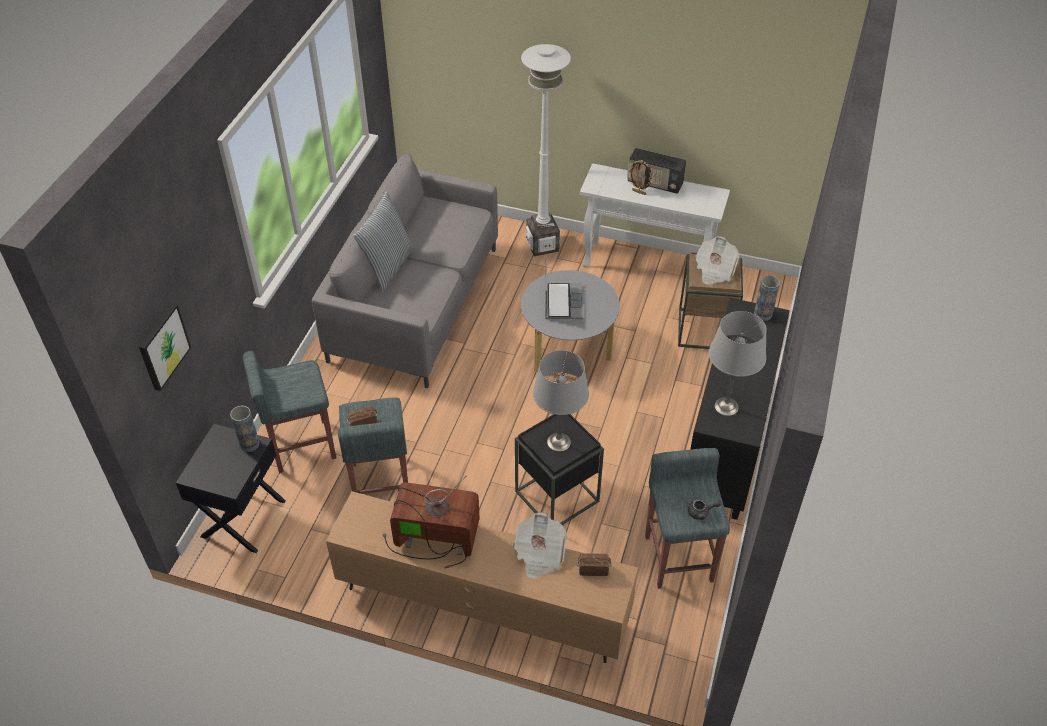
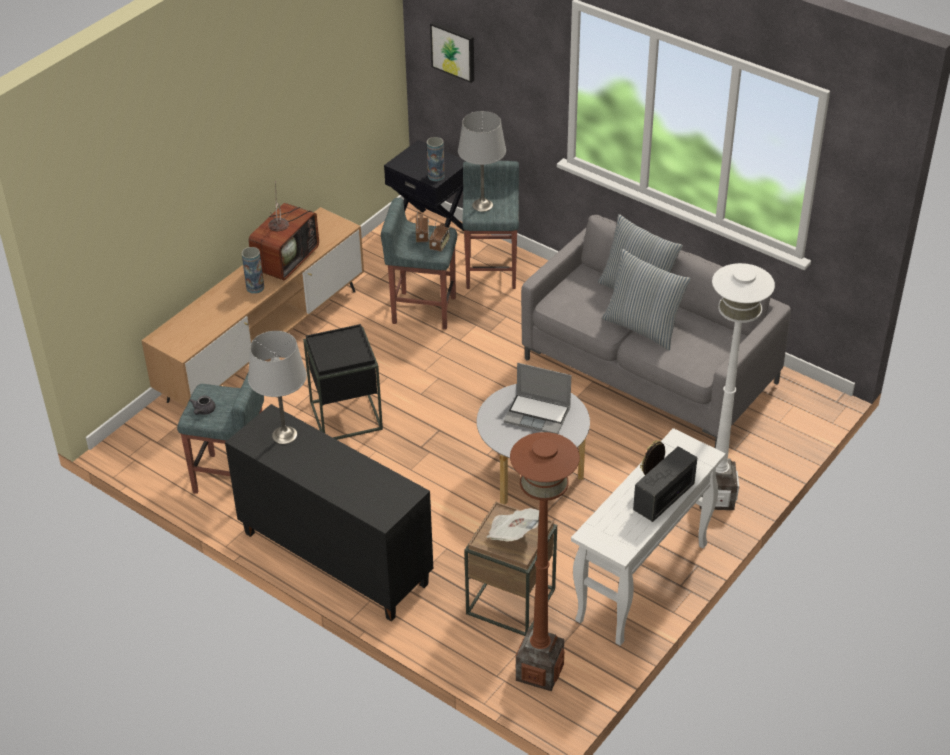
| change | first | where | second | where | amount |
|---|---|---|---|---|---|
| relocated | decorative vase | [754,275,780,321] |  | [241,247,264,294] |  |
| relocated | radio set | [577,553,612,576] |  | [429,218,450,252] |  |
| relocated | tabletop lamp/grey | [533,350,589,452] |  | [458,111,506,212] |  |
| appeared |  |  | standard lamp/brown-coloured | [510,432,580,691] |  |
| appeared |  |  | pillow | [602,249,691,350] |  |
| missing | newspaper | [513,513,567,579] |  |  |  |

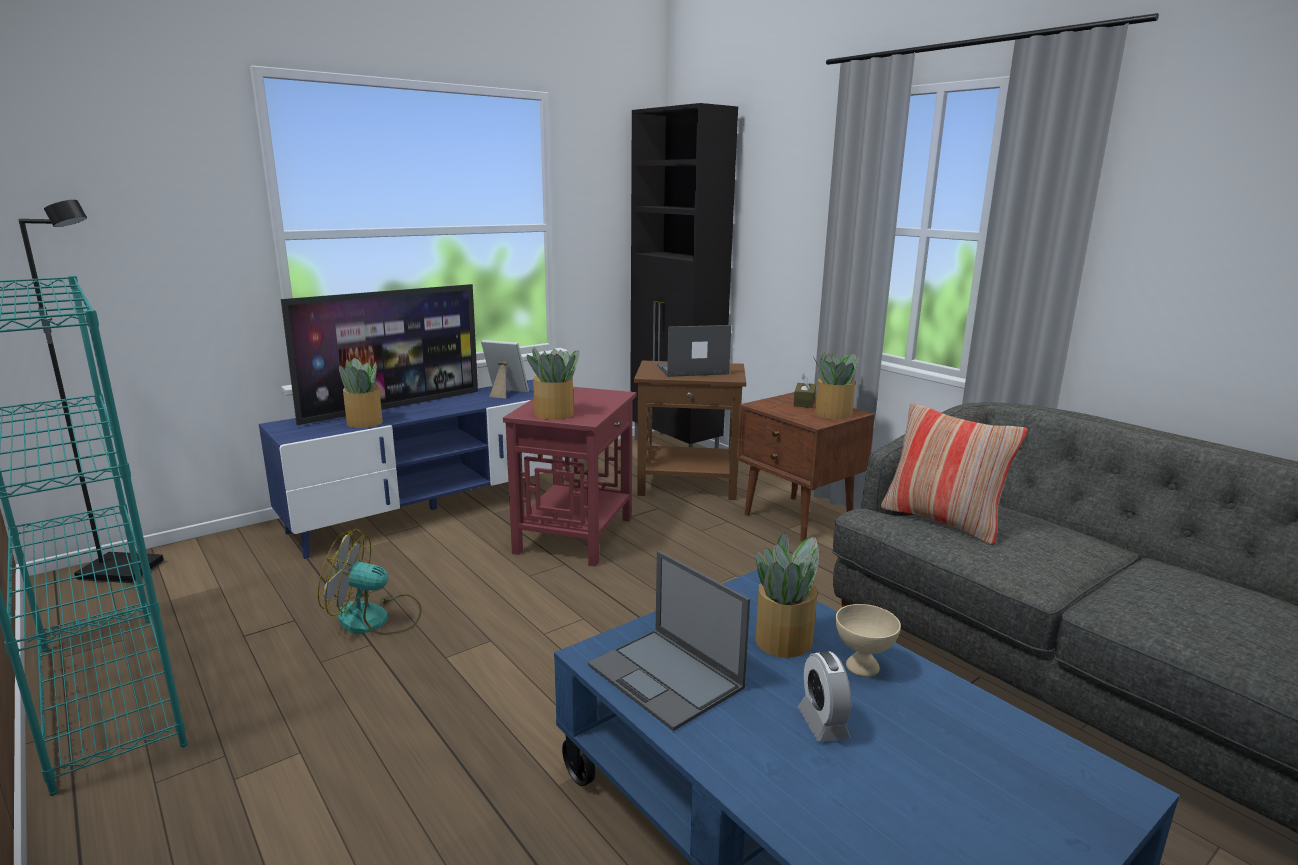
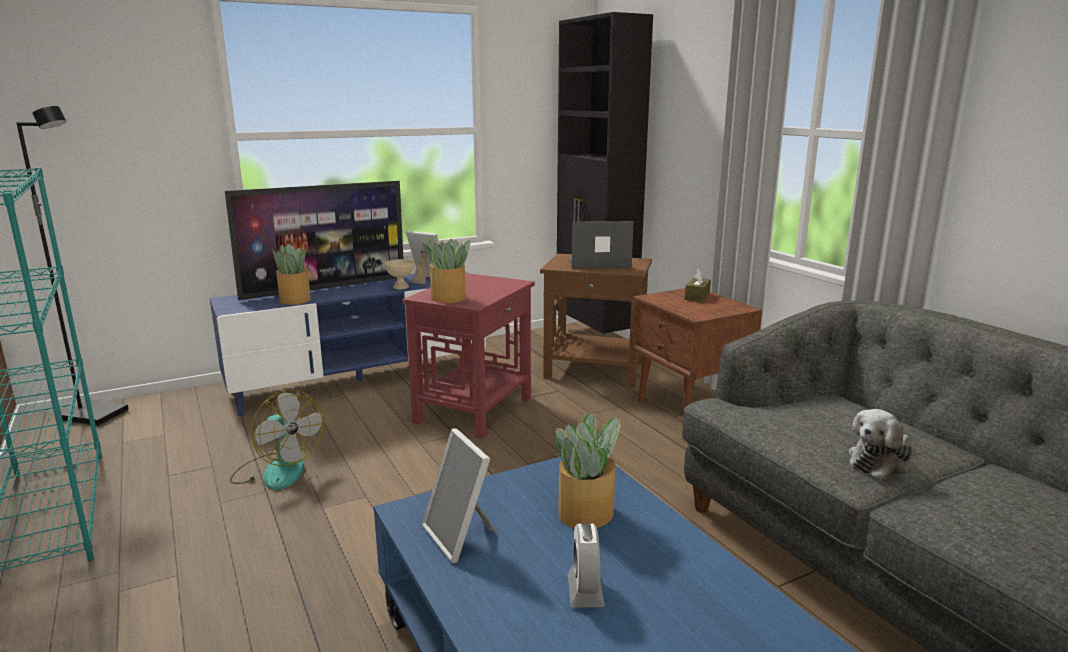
| change | first | where | second | where | amount |
|---|---|---|---|---|---|
| spun | cooling fan | [318,529,422,635] |  | [229,390,323,490] | 150 degrees counterclockwise |
| relocated | deep dish/beige-coloured | [836,604,901,677] |  | [385,259,415,289] |  |
| exchanged | laptop | [588,551,750,731] | photo frame | [422,428,497,563] |  |
| appeared |  |  | plush toy | [849,409,913,479] |  |
| missing | potted plant | [813,353,859,419] |  |  |  |
| missing | pillow | [881,403,1028,545] |  |  |  |

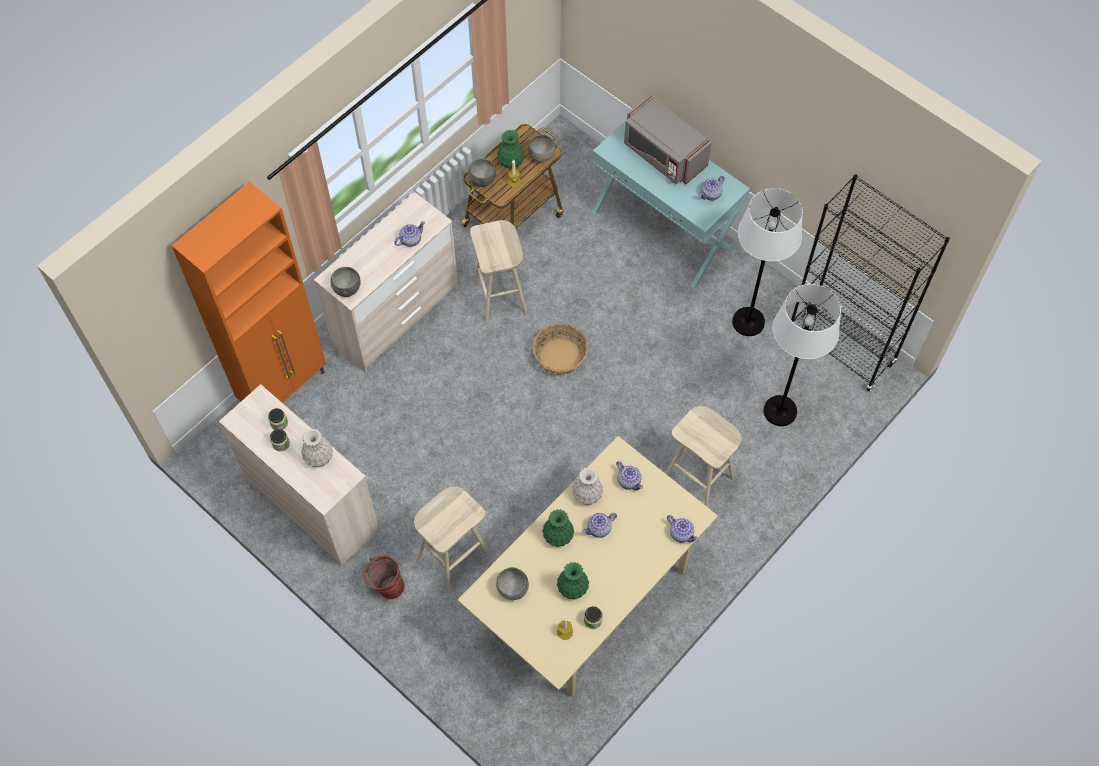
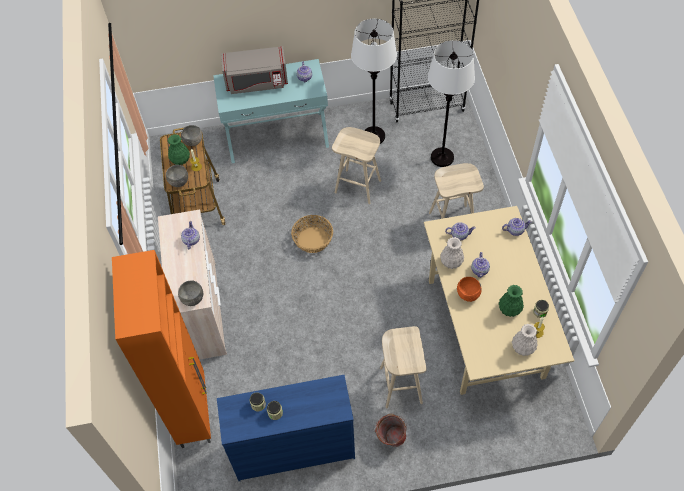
| change | first | where | second | where | amount |
|---|---|---|---|---|---|
| colour | chest of drawers/beige-coloured | [219,384,379,566] | chest of drawers/blue | [217,375,355,481] |  |
| relocated | sitting stool/beige-coloured | [470,220,527,322] |  | [332,127,381,204] |  |
| exchanged | decorative vase/greenish | [542,509,574,547] | deep dish/orange | [457,277,482,302] |  |
| relocated | decorative vase/whitish | [301,428,333,468] |  | [512,324,538,356] |  |
| missing | deep dish/grey | [496,567,529,600] |  |  |  |

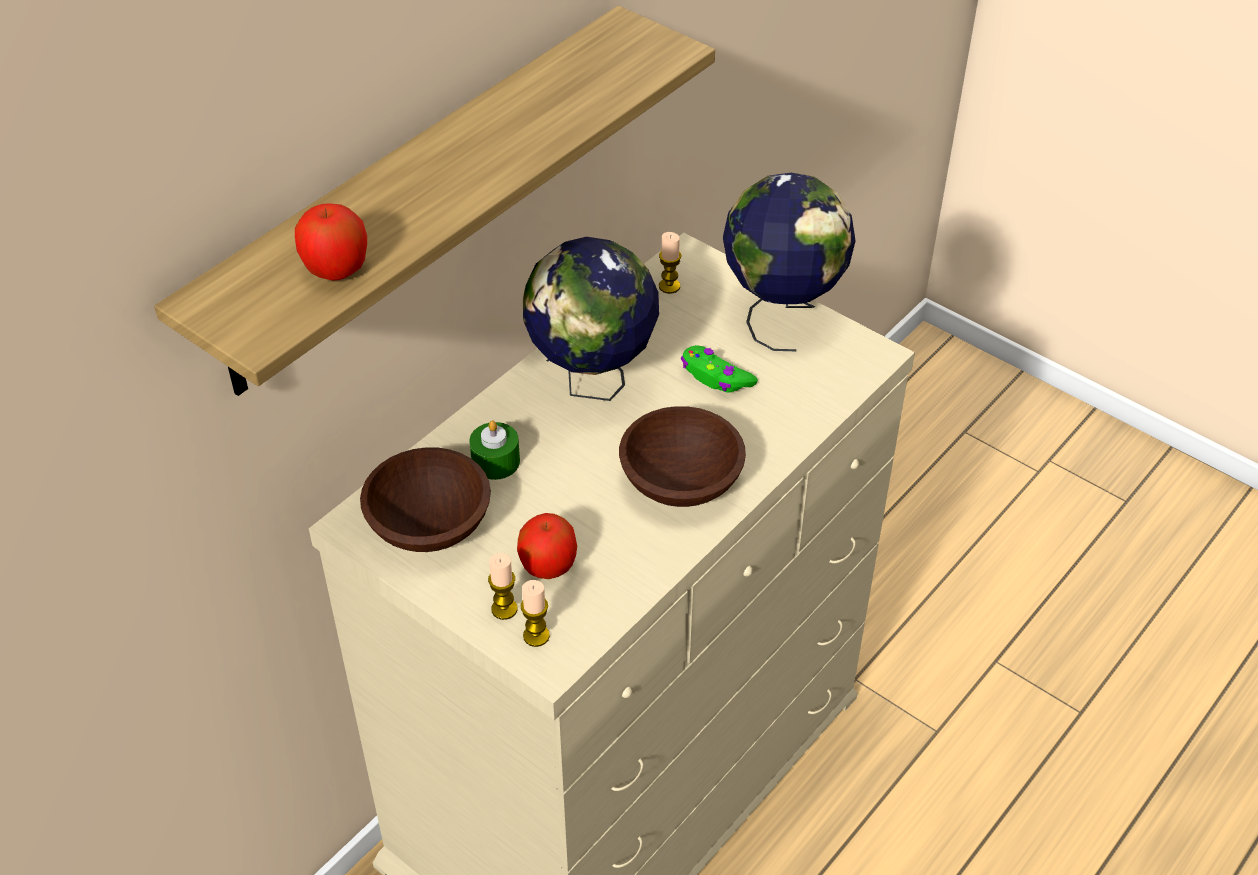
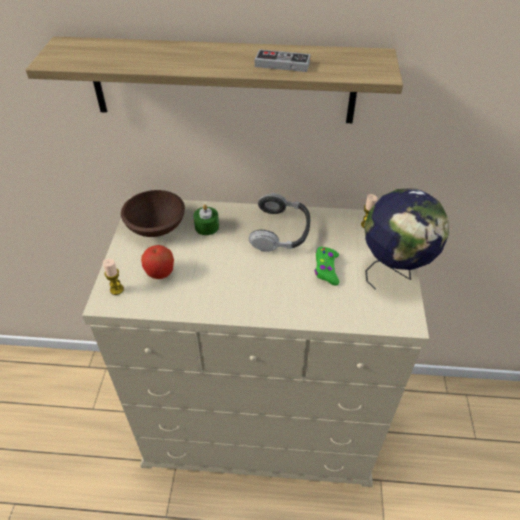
| change | first | where | second | where | amount |
|---|---|---|---|---|---|
| exchanged | globe | [523,237,659,401] | pair of headphones | [249,193,310,252] |  |
| appeared |  |  | joypad | [255,49,311,72] |  |
| missing | apple | [295,203,367,280] |  |  |  |
| missing | wax light | [488,553,517,620] |  |  |  |
| missing | deep dish/brown-coloured | [619,406,746,507] |  |  |  |

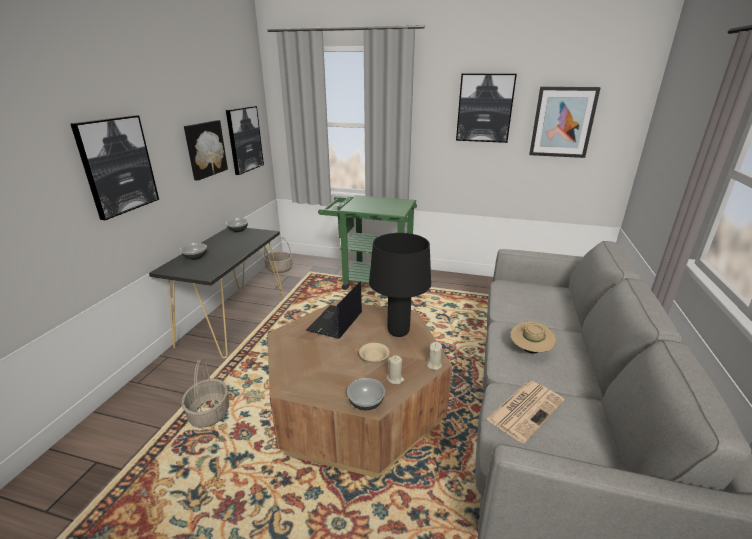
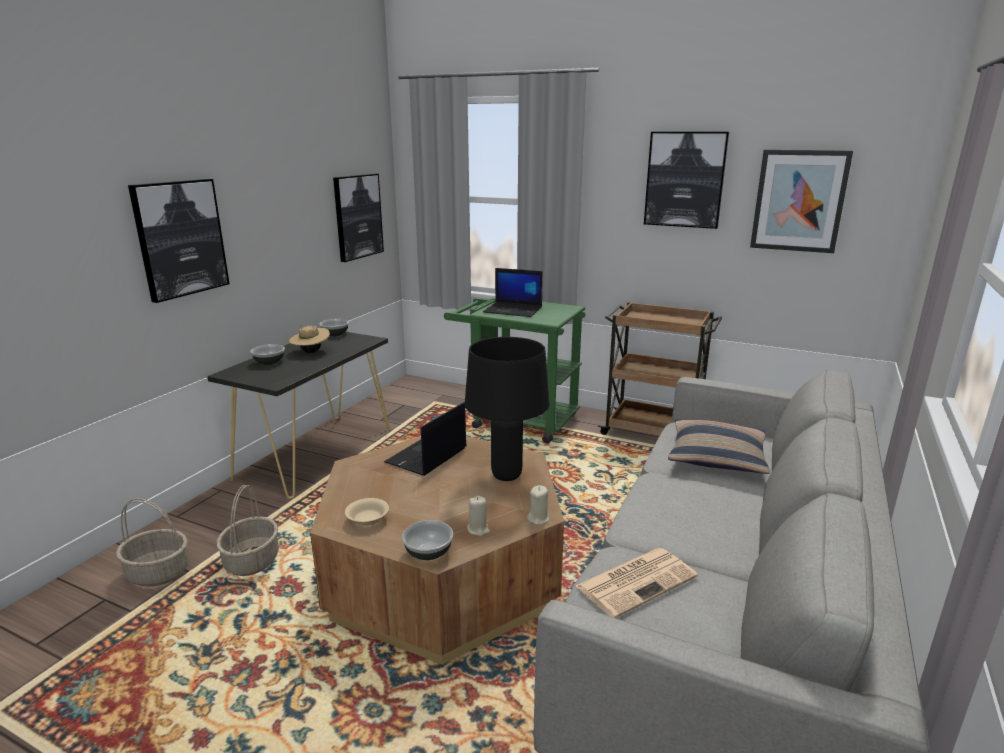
| change | first | where | second | where | amount |
|---|---|---|---|---|---|
| relocated | storage basket | [263,235,292,273] |  | [116,498,189,587] |  |
| relocated | clothing hat/beige-coloured | [510,322,556,354] |  | [289,325,330,353] |  |
| relocated | deep dish/beige-coloured | [359,343,389,363] |  | [345,498,389,526] |  |
| appeared |  |  | laptop | [483,268,543,317] |  |
| appeared |  |  | wheeled cart/brown-coloured | [598,302,722,436] |  |
| appeared |  |  | pillow | [668,419,770,474] |  |
| missing | wall art | [184,120,228,181] |  |  |  |

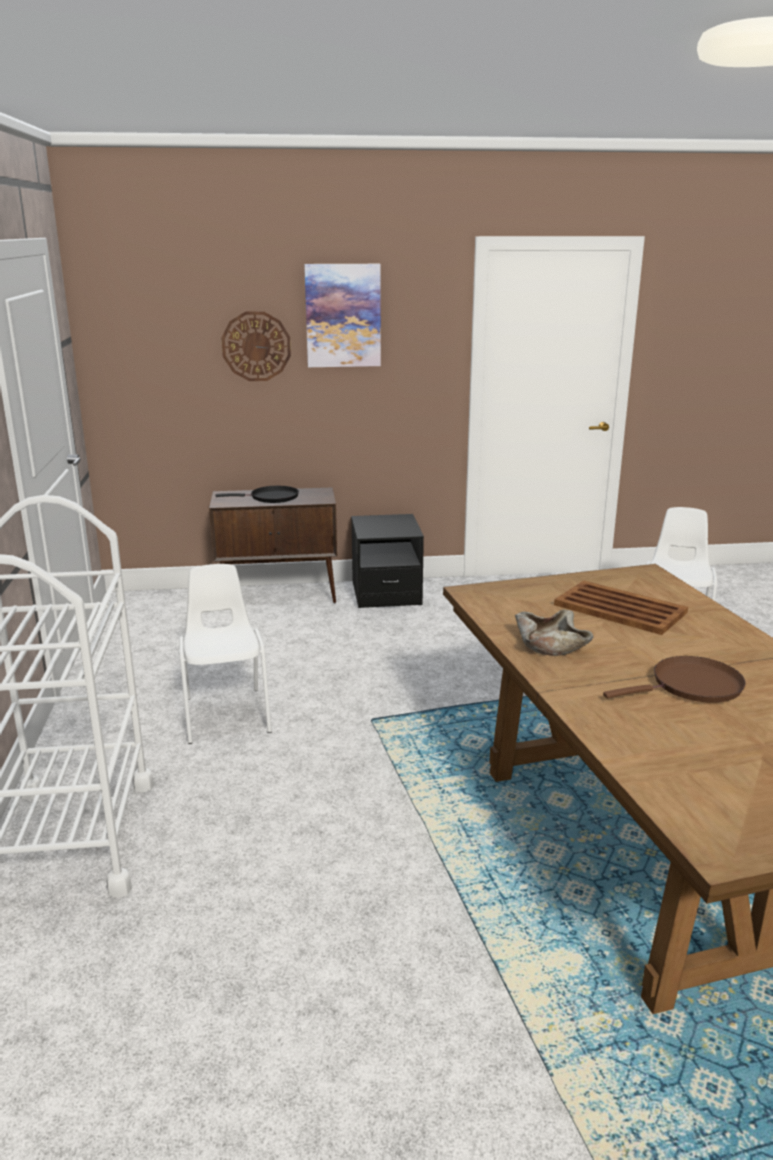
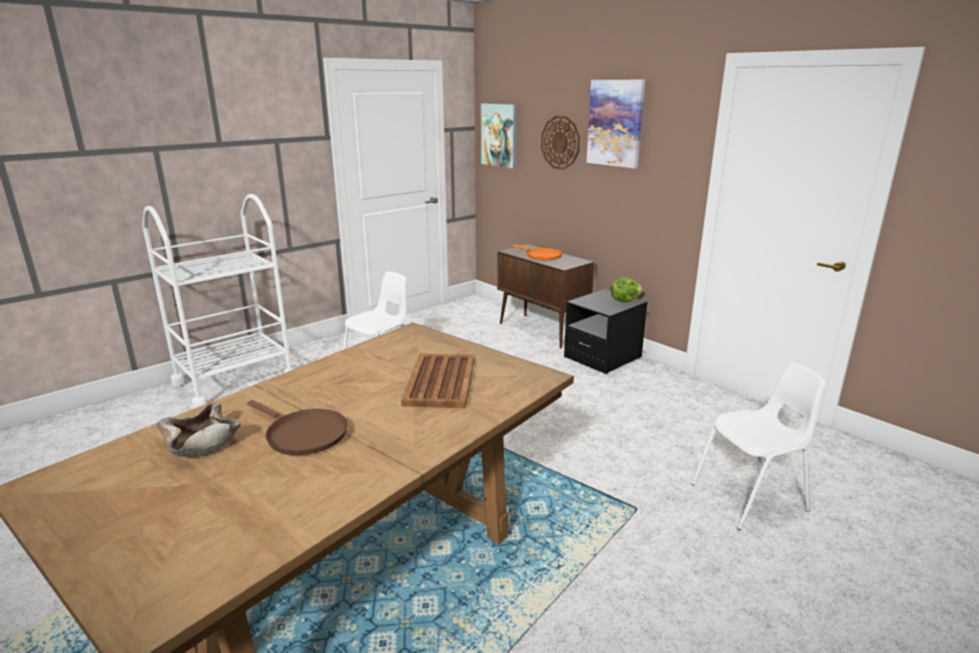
| change | first | where | second | where | amount |
|---|---|---|---|---|---|
| relocated | deep dish/beige-coloured | [515,609,593,656] |  | [156,403,241,457] |  |
| appeared |  |  | wall art | [481,103,517,168] |  |
| colour | frying pan/black | [215,486,299,503] | frying pan/orange | [513,245,562,260] |  |
| appeared |  |  | head of lettuce | [611,277,643,302] |  |

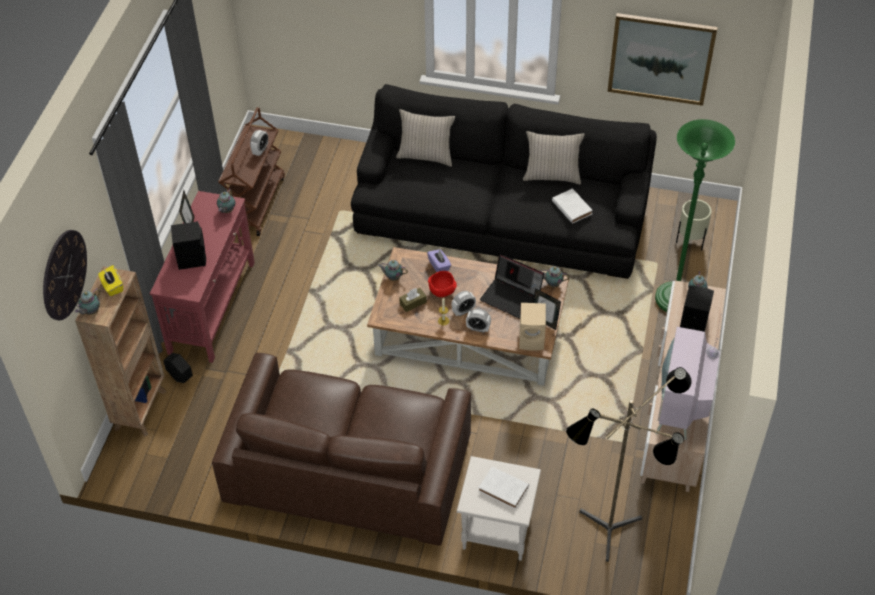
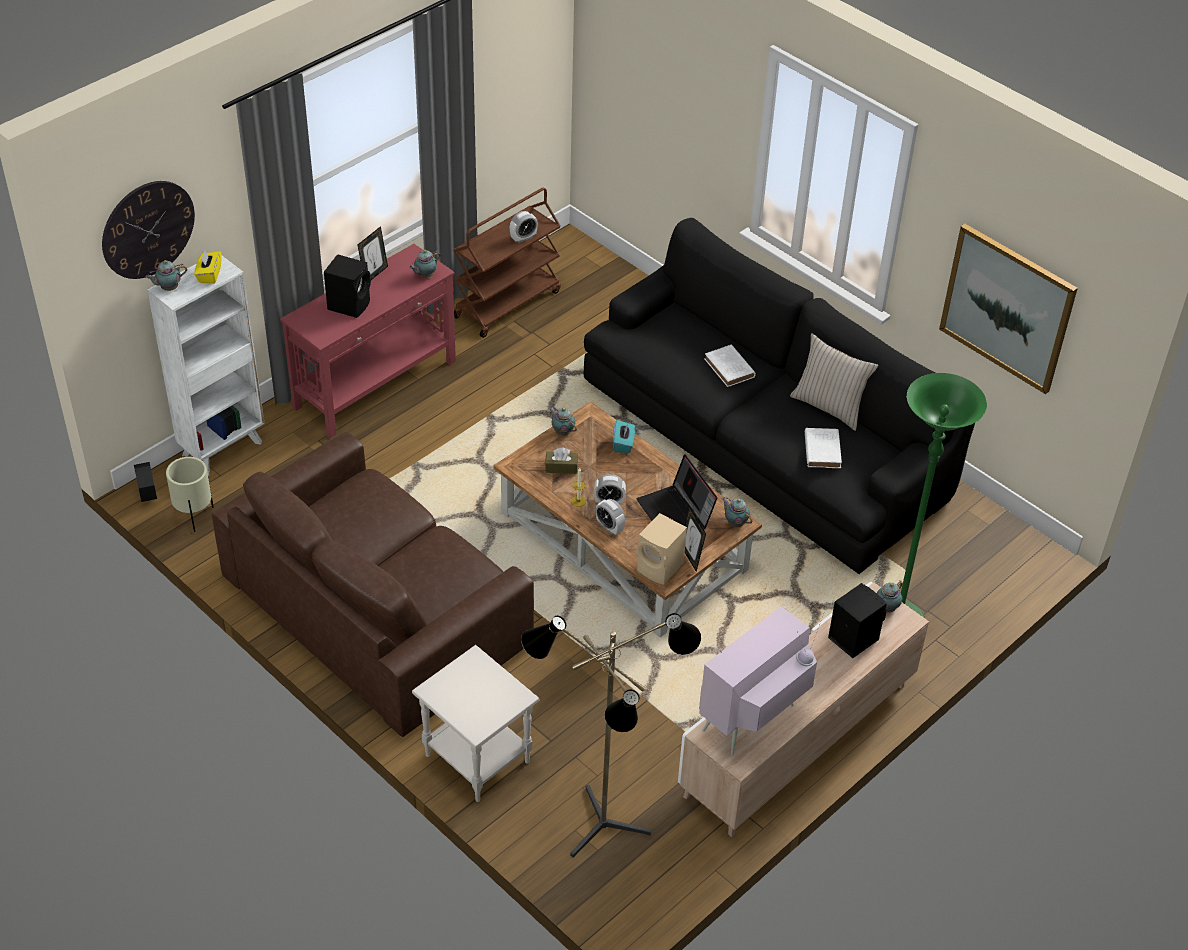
| change | first | where | second | where | amount |
|---|---|---|---|---|---|
| relocated | plant pot/black | [163,353,193,383] |  | [134,462,157,502] |  |
| colour | bookcase/brown-coloured | [75,266,166,437] | bookcase/whitish | [147,255,265,476] |  |
| relocated | plant pot/beige-coloured | [676,199,712,251] |  | [166,457,214,532] |  |
| colour | tissue holder/purplish | [427,249,451,272] | tissue holder/turquoise-coloured | [613,420,635,453] |  |
| relocated | volume/whitish | [479,467,529,509] |  | [704,345,756,387] |  |
| missing | pillow/beige-coloured | [396,109,455,167] |  |  |  |
| missing | deep dish/red | [428,271,457,297] |  |  |  |

